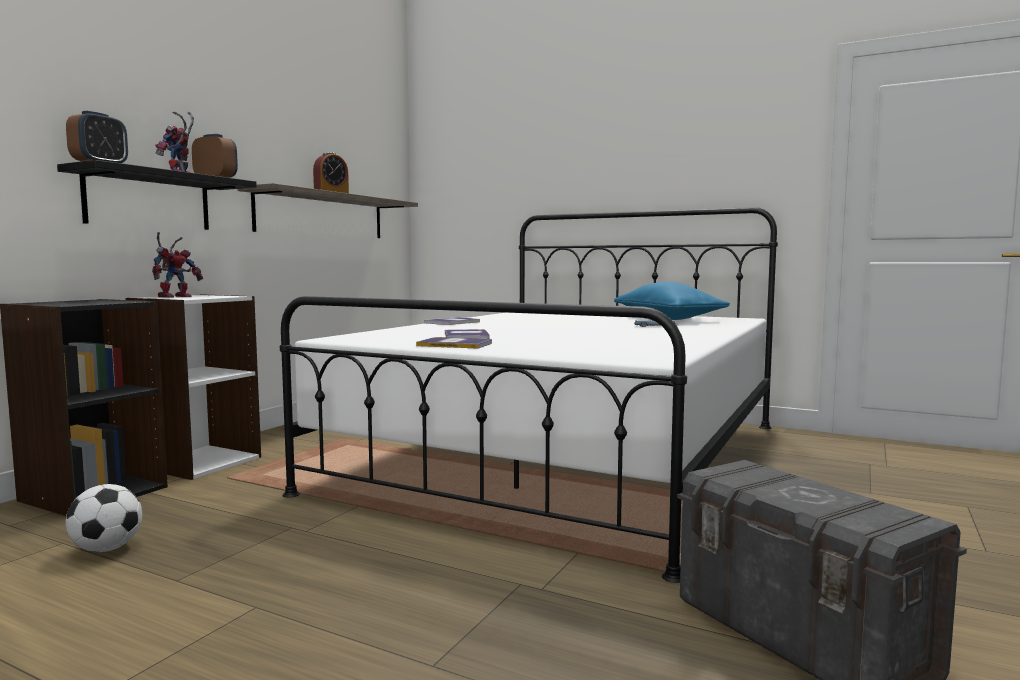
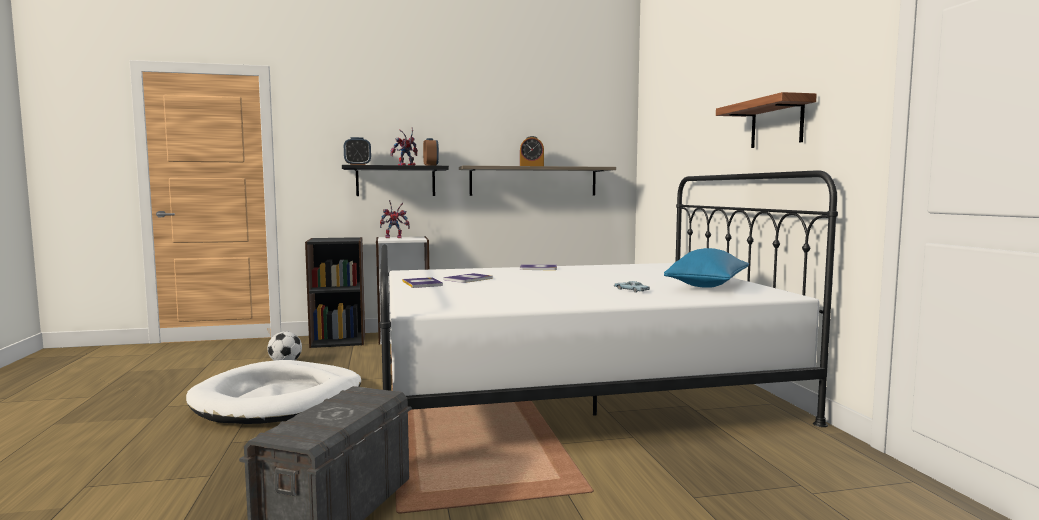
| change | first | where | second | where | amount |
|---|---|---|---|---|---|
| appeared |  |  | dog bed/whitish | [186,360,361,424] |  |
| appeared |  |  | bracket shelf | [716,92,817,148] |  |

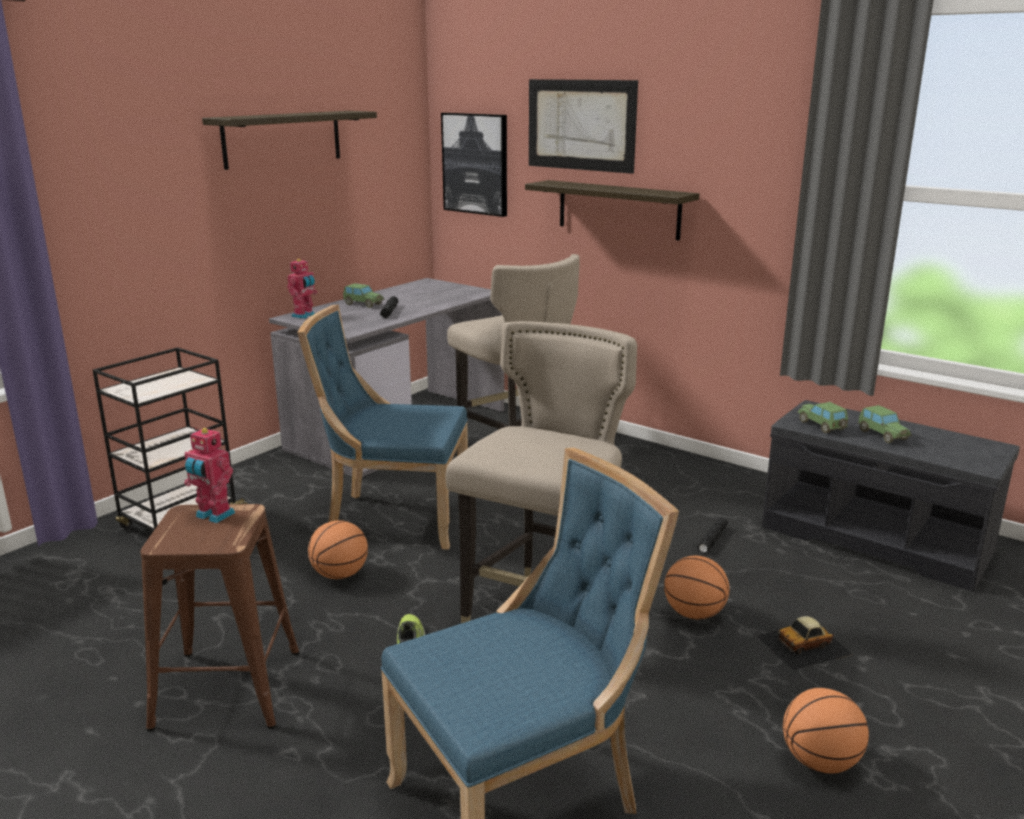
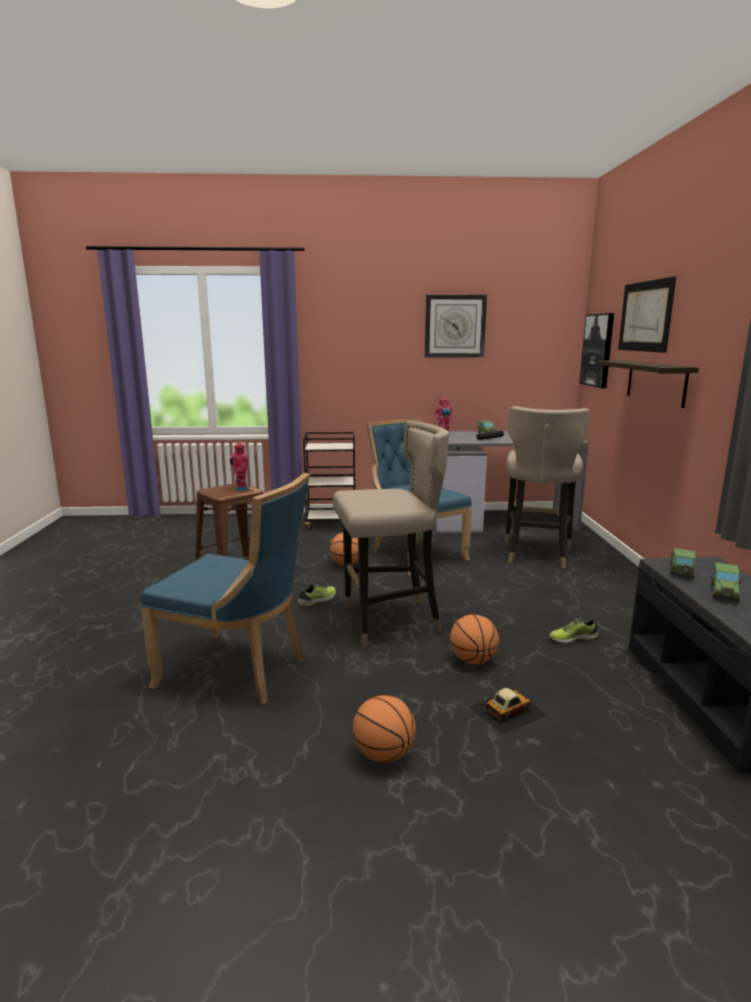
| change | first | where | second | where | amount |
|---|---|---|---|---|---|
| exchanged | bracket shelf | [202,111,377,170] | wall clock | [425,295,487,357] |  |
| spun | model car | [757,616,853,670] |  | [469,688,548,735] | 120 degrees clockwise |
| exchanged | hand torch/black | [697,518,728,554] | item of footwear | [549,618,598,643] |  |

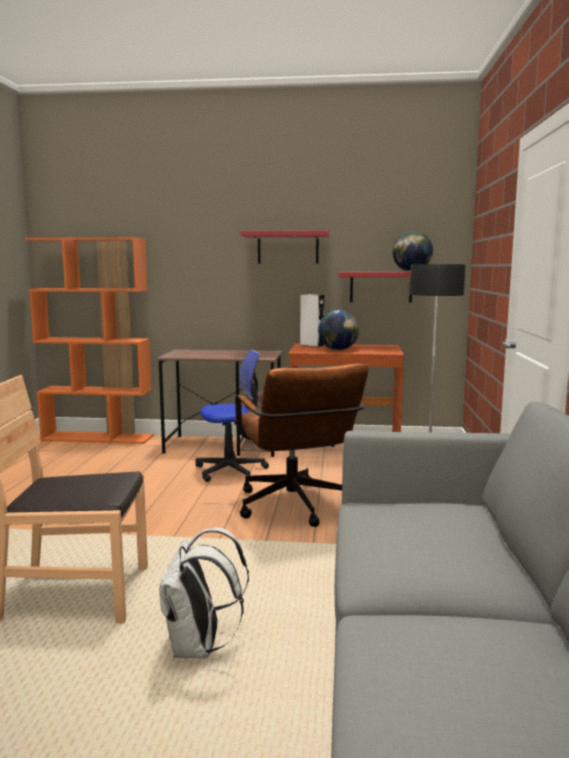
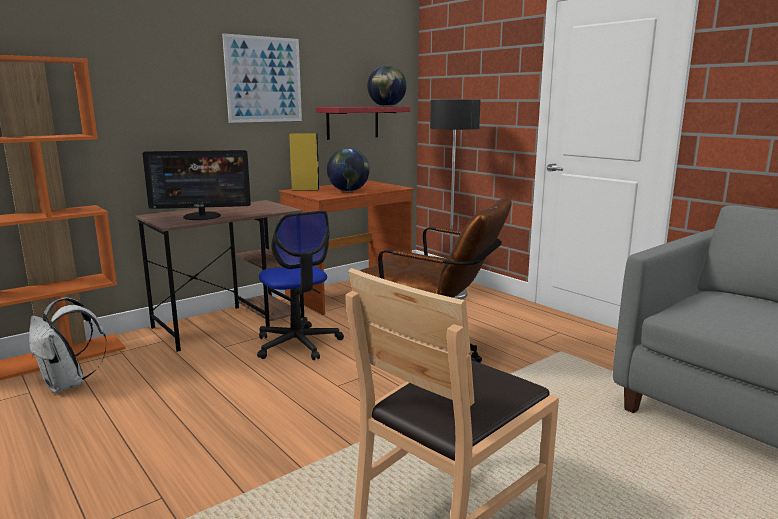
| change | first | where | second | where | amount |
|---|---|---|---|---|---|
| relocated | knapsack/whitish | [159,527,249,659] |  | [29,297,107,393] |  |
| appeared |  |  | monitor | [142,150,251,220] |  |
| exchanged | bracket shelf/red | [240,230,330,264] | wall art | [222,33,302,123] |  |
| spun | desk chair | [195,350,269,482] |  | [257,210,344,360] | 120 degrees clockwise |
| colour | speaker/whitish | [300,294,325,347] | speaker/yellow | [289,133,319,191] |  |

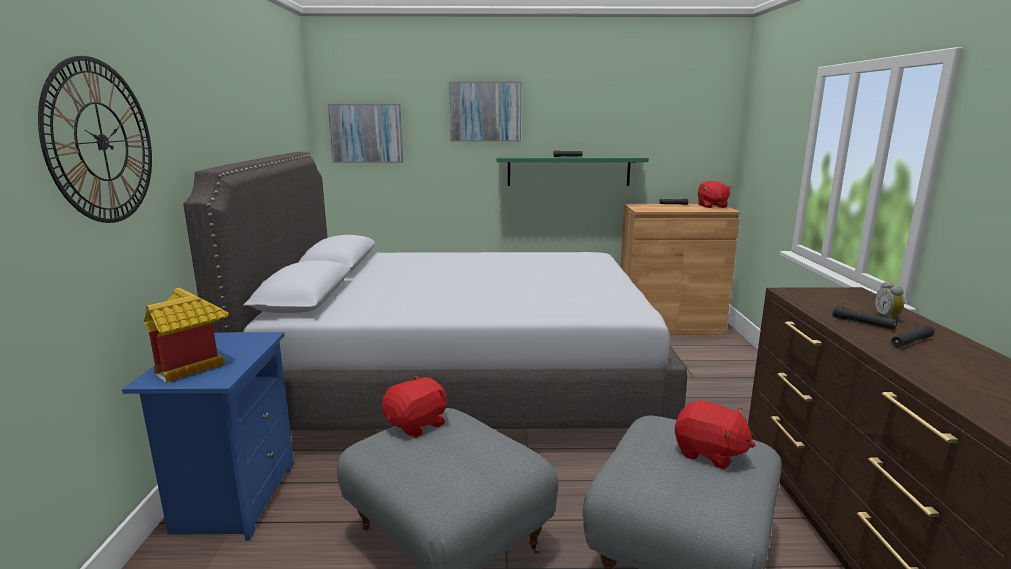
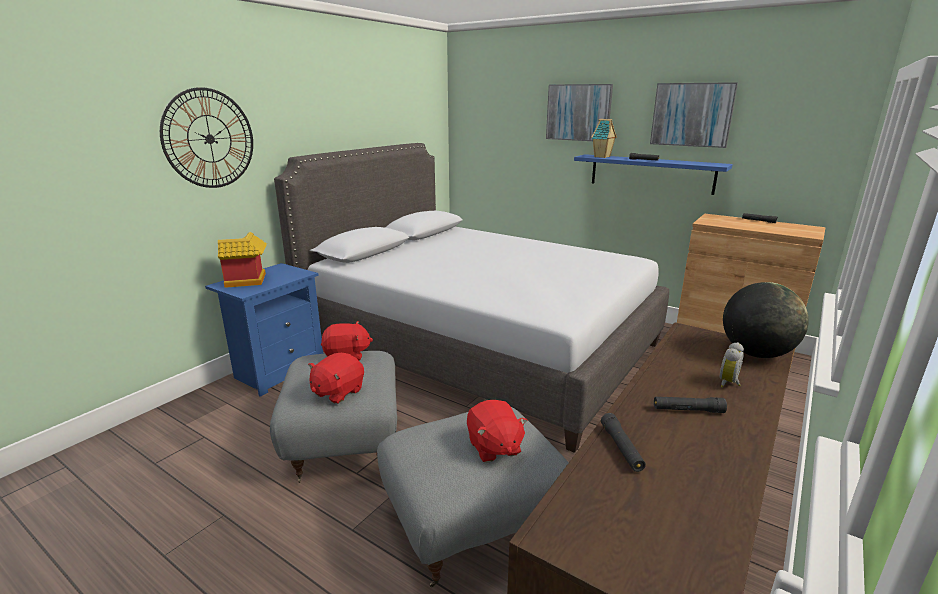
| change | first | where | second | where | amount |
|---|---|---|---|---|---|
| relocated | plush toy/red | [698,181,732,208] |  | [308,353,364,404] |  |
| colour | bracket shelf/greenish | [496,156,649,186] | bracket shelf/blue | [574,154,733,195] |  |
| appeared |  |  | toy house | [591,119,617,158] |  |
| relocated | hand torch/black | [832,306,897,330] |  | [601,413,646,472] |  |
| relocated | wall art | [328,104,403,163] |  | [650,82,738,148] |  |
| appeared |  |  | globe | [723,282,809,358] |  |

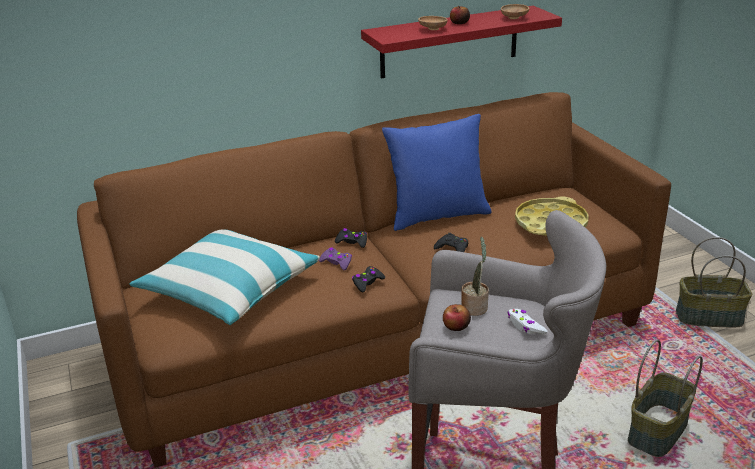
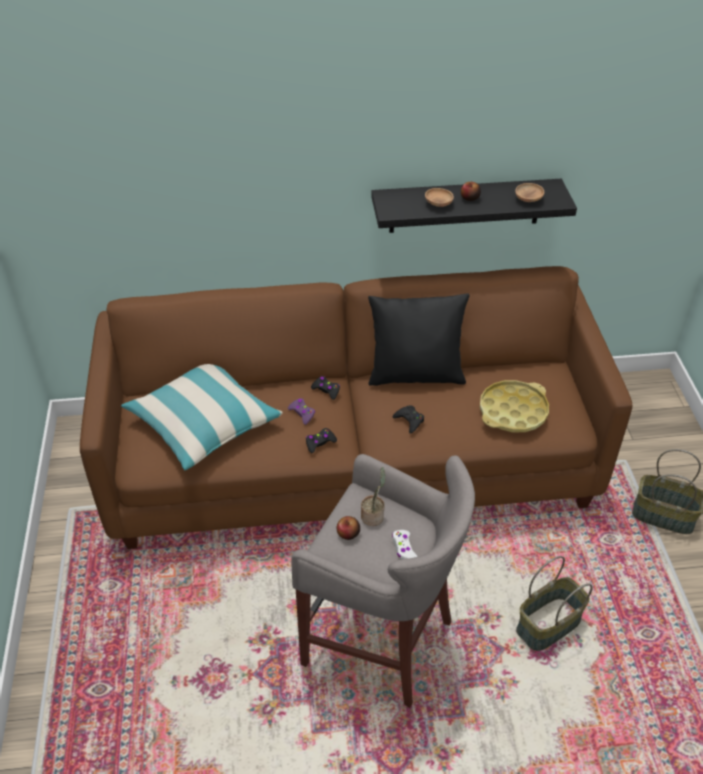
| change | first | where | second | where | amount |
|---|---|---|---|---|---|
| colour | pillow/blue | [382,114,492,231] | pillow/black | [368,293,470,386] |  |
| colour | bracket shelf/red | [361,6,562,78] | bracket shelf/black | [371,179,577,233] |  |

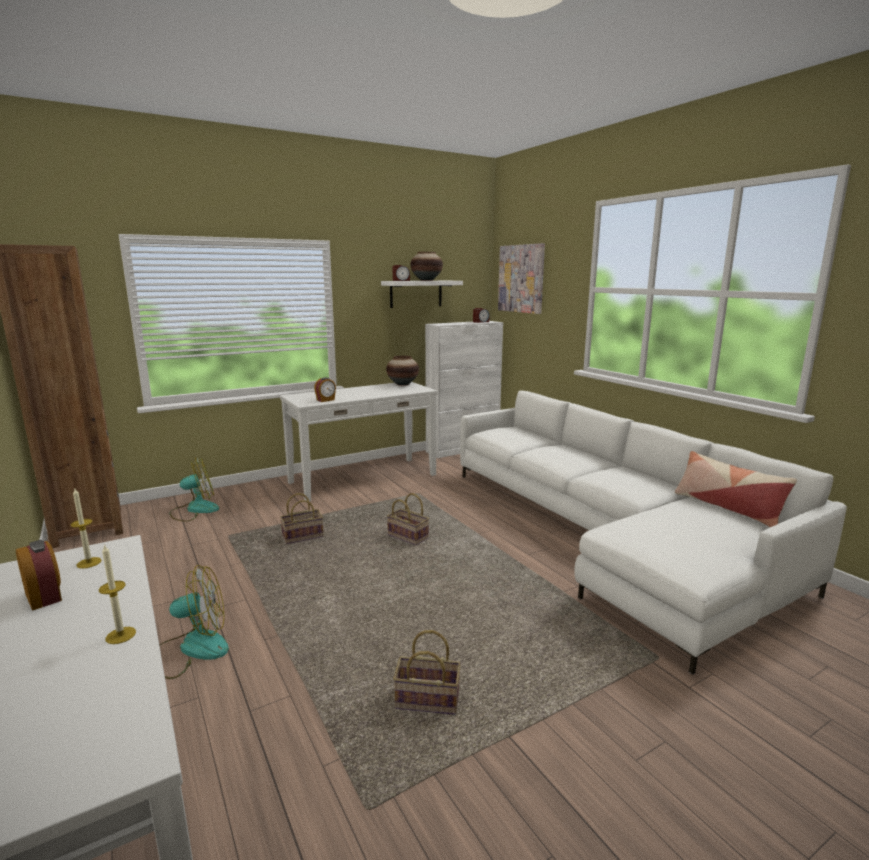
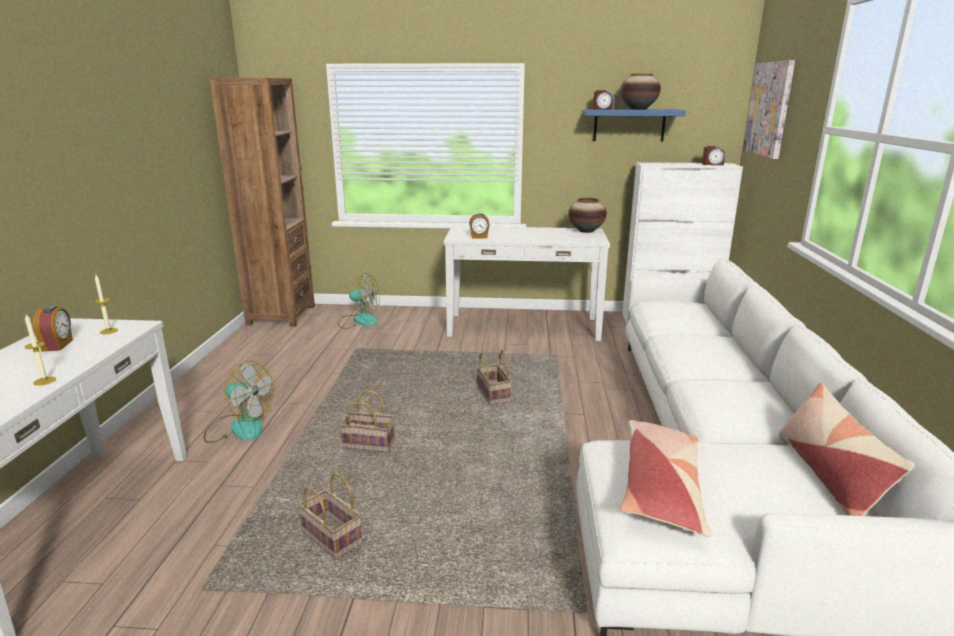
| change | first | where | second | where | amount |
|---|---|---|---|---|---|
| relocated | storage basket | [280,493,324,544] |  | [340,390,395,452] |  |
| colour | bracket shelf/whitish | [381,281,463,308] | bracket shelf/blue | [583,109,686,141] |  |
| appeared |  |  | pillow | [620,420,712,537] |  |

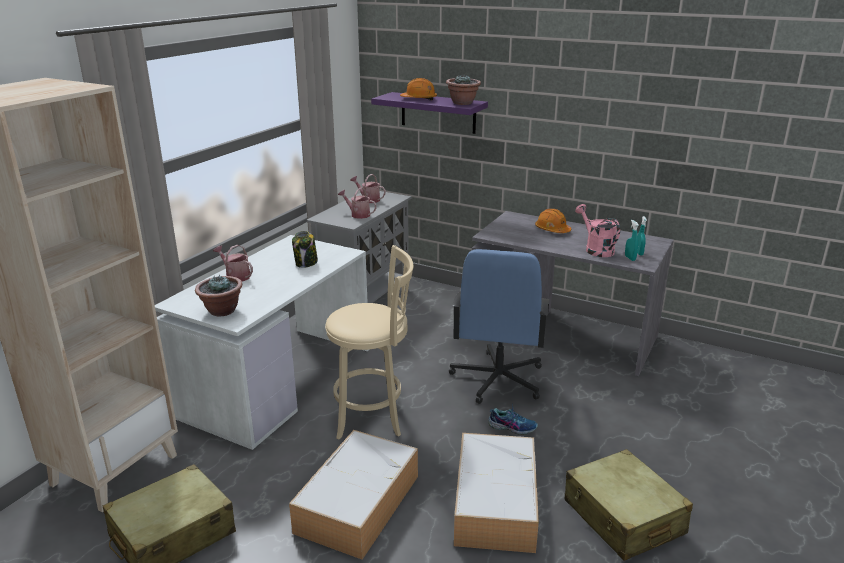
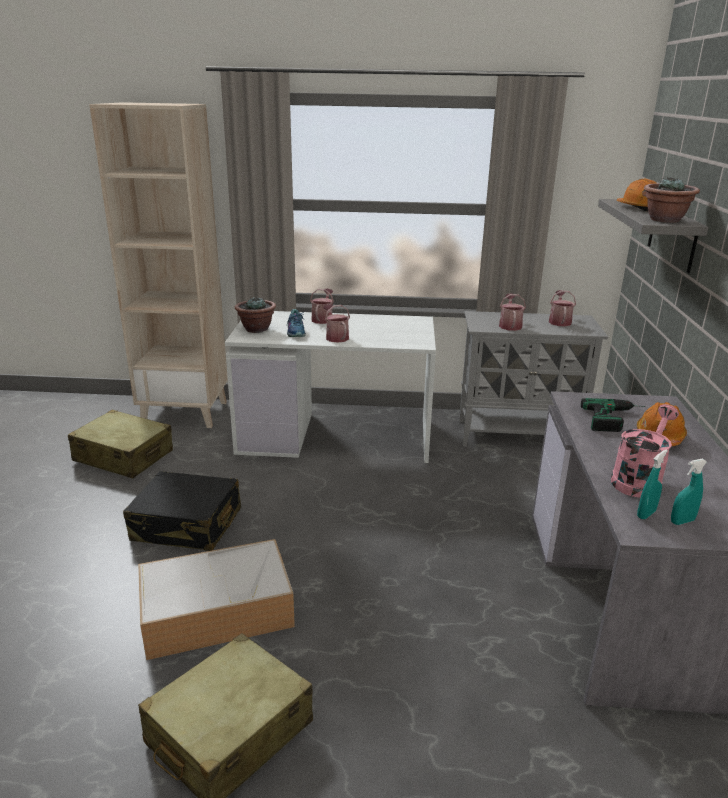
| change | first | where | second | where | amount |
|---|---|---|---|---|---|
| exchanged | storage box | [289,430,418,559] | suitcase/black | [123,471,241,551] |  |
| relocated | item of footwear | [488,406,538,435] |  | [287,309,306,337] |  |
| appeared |  |  | watering pot | [323,304,350,343] |  |
| appeared |  |  | power drill | [581,398,646,432] |  |
| colour | bracket shelf/purplish | [371,92,488,134] | bracket shelf/grey | [598,199,709,273] |  |
| missing | preserve jar | [292,231,318,268] |  |  |  |
| missing | sitting stool/beige-coloured | [325,245,413,439] |  |  |  |
| missing | desk chair/blue | [449,249,549,404] |  |  |  |

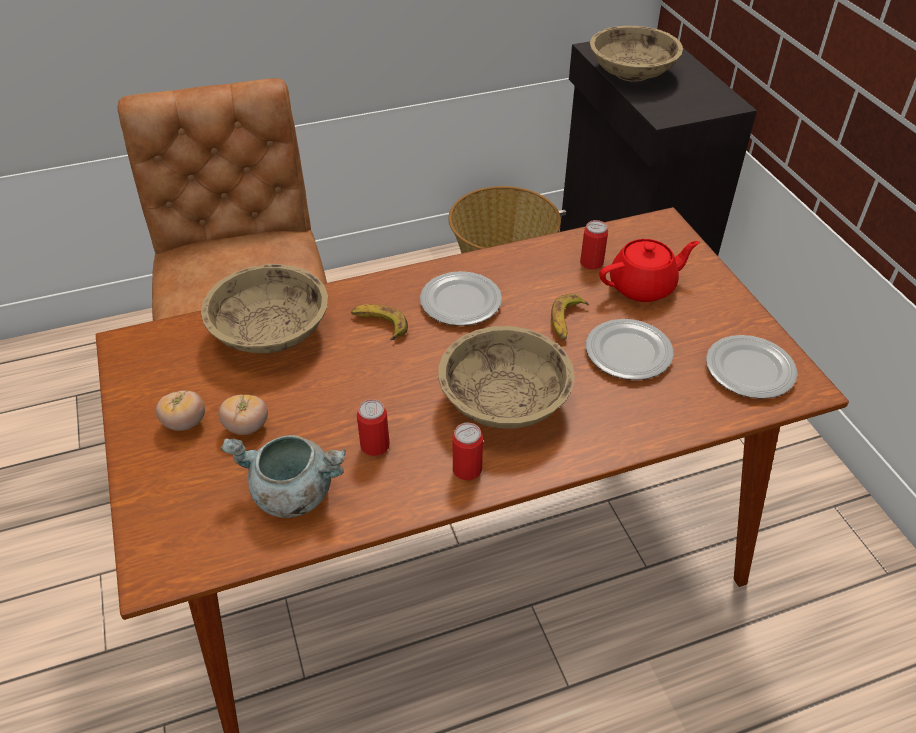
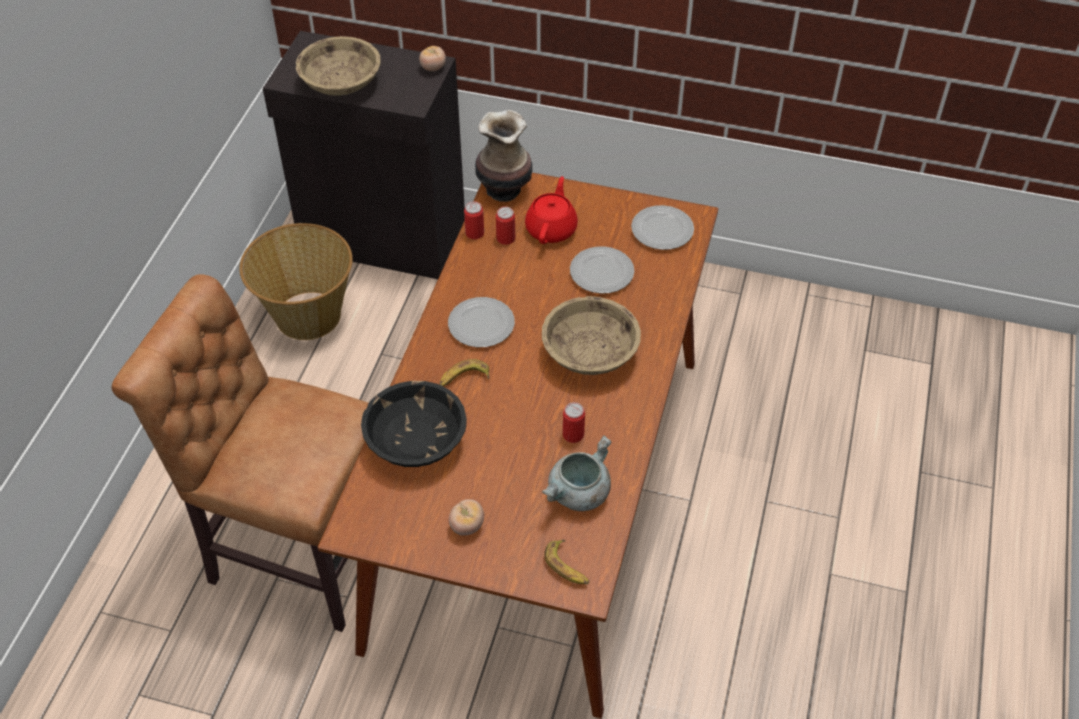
| change | first | where | second | where | amount |
|---|---|---|---|---|---|
| colour | deep dish/beige-coloured | [201,264,328,353] | deep dish/black | [361,381,467,467] |  |
| relocated | fresh tomato | [218,395,268,435] |  | [419,46,446,71] |  |
| relocated | can | [453,423,483,480] |  | [464,201,484,239] |  |
| appeared |  |  | decorative vase | [475,110,533,202] |  |
| relocated | banana fruit | [551,294,589,340] |  | [544,539,589,584] |  |

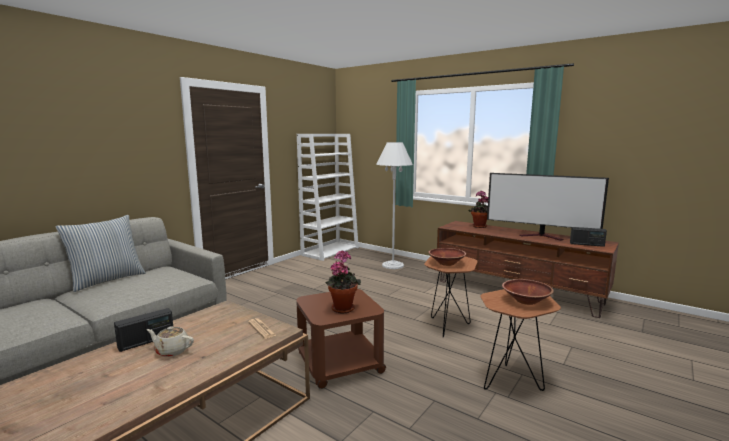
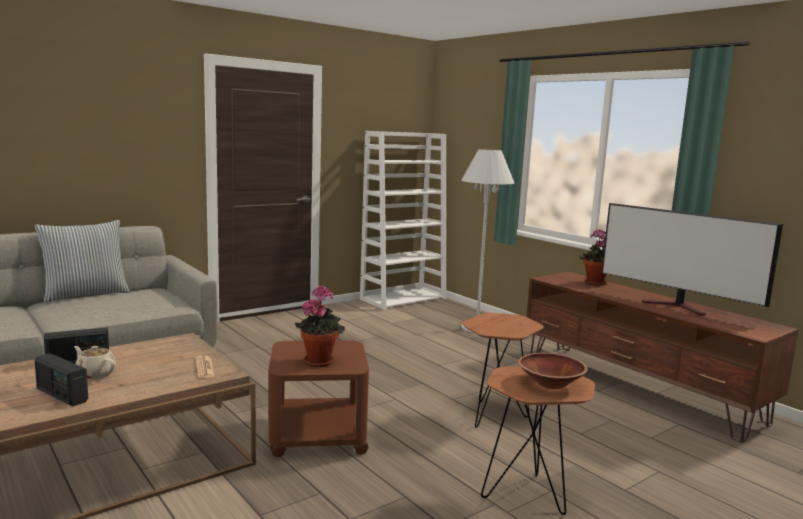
| change | first | where | second | where | amount |
|---|---|---|---|---|---|
| relocated | radio set | [570,227,607,247] |  | [35,353,88,406] |  |
| missing | deep dish/brown-coloured | [429,248,466,266] |  |  |  |

